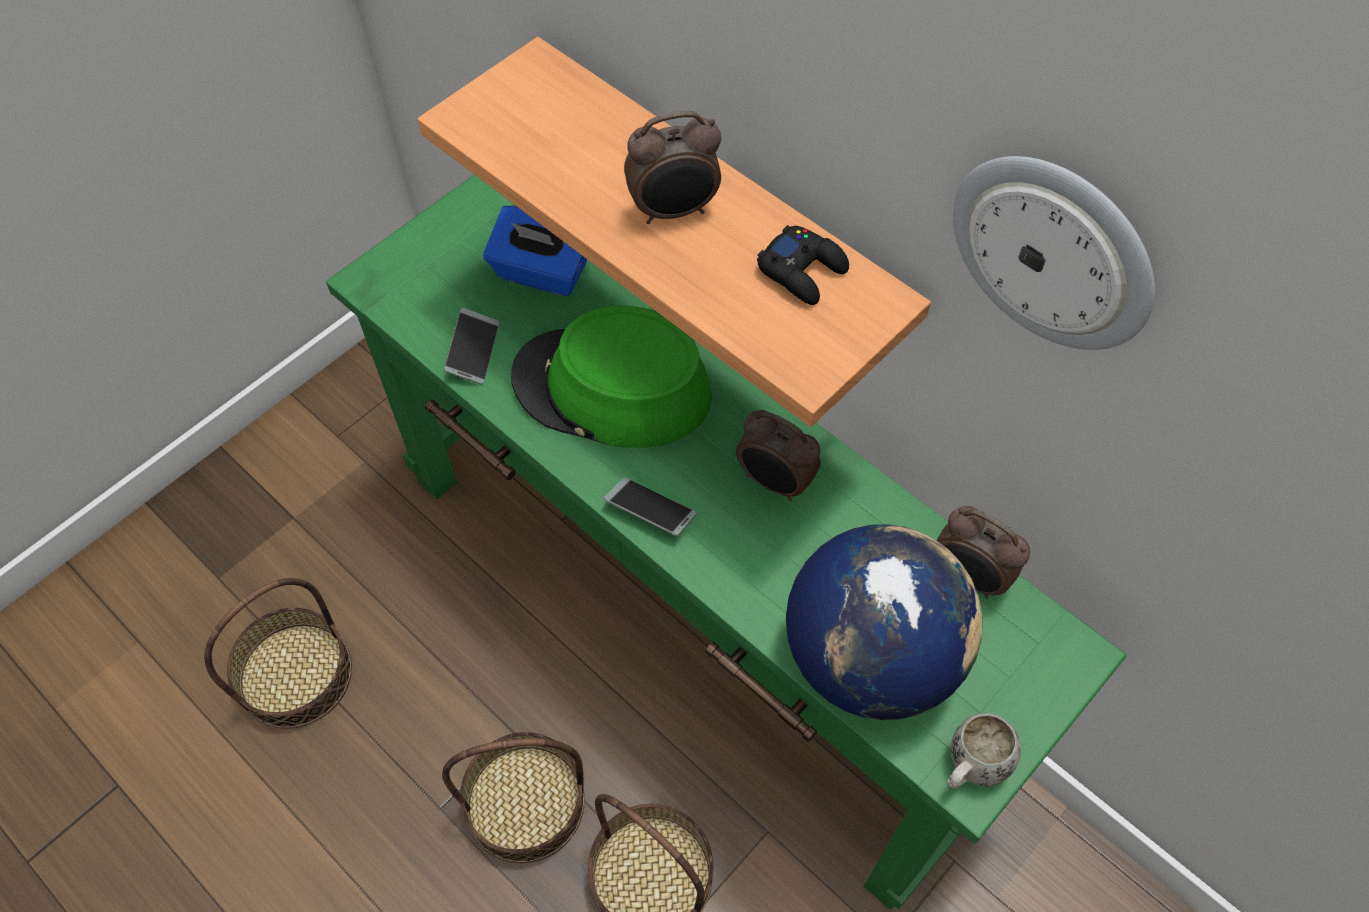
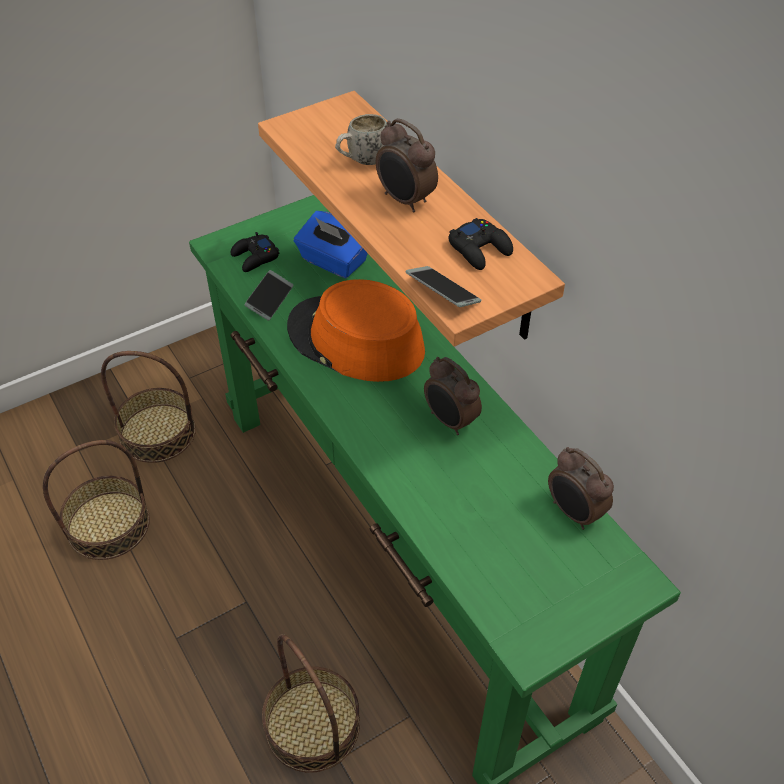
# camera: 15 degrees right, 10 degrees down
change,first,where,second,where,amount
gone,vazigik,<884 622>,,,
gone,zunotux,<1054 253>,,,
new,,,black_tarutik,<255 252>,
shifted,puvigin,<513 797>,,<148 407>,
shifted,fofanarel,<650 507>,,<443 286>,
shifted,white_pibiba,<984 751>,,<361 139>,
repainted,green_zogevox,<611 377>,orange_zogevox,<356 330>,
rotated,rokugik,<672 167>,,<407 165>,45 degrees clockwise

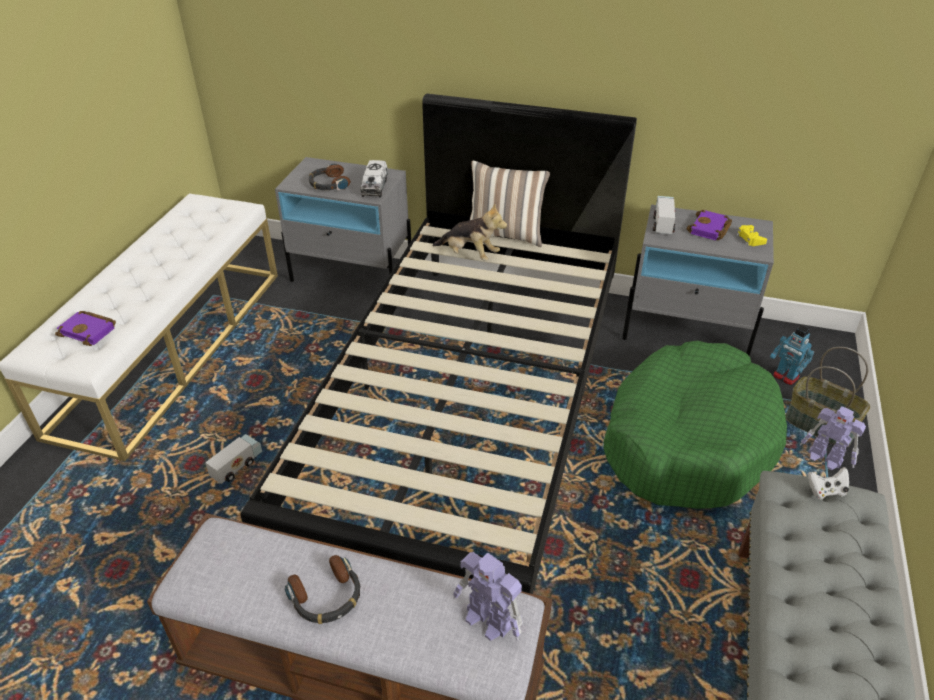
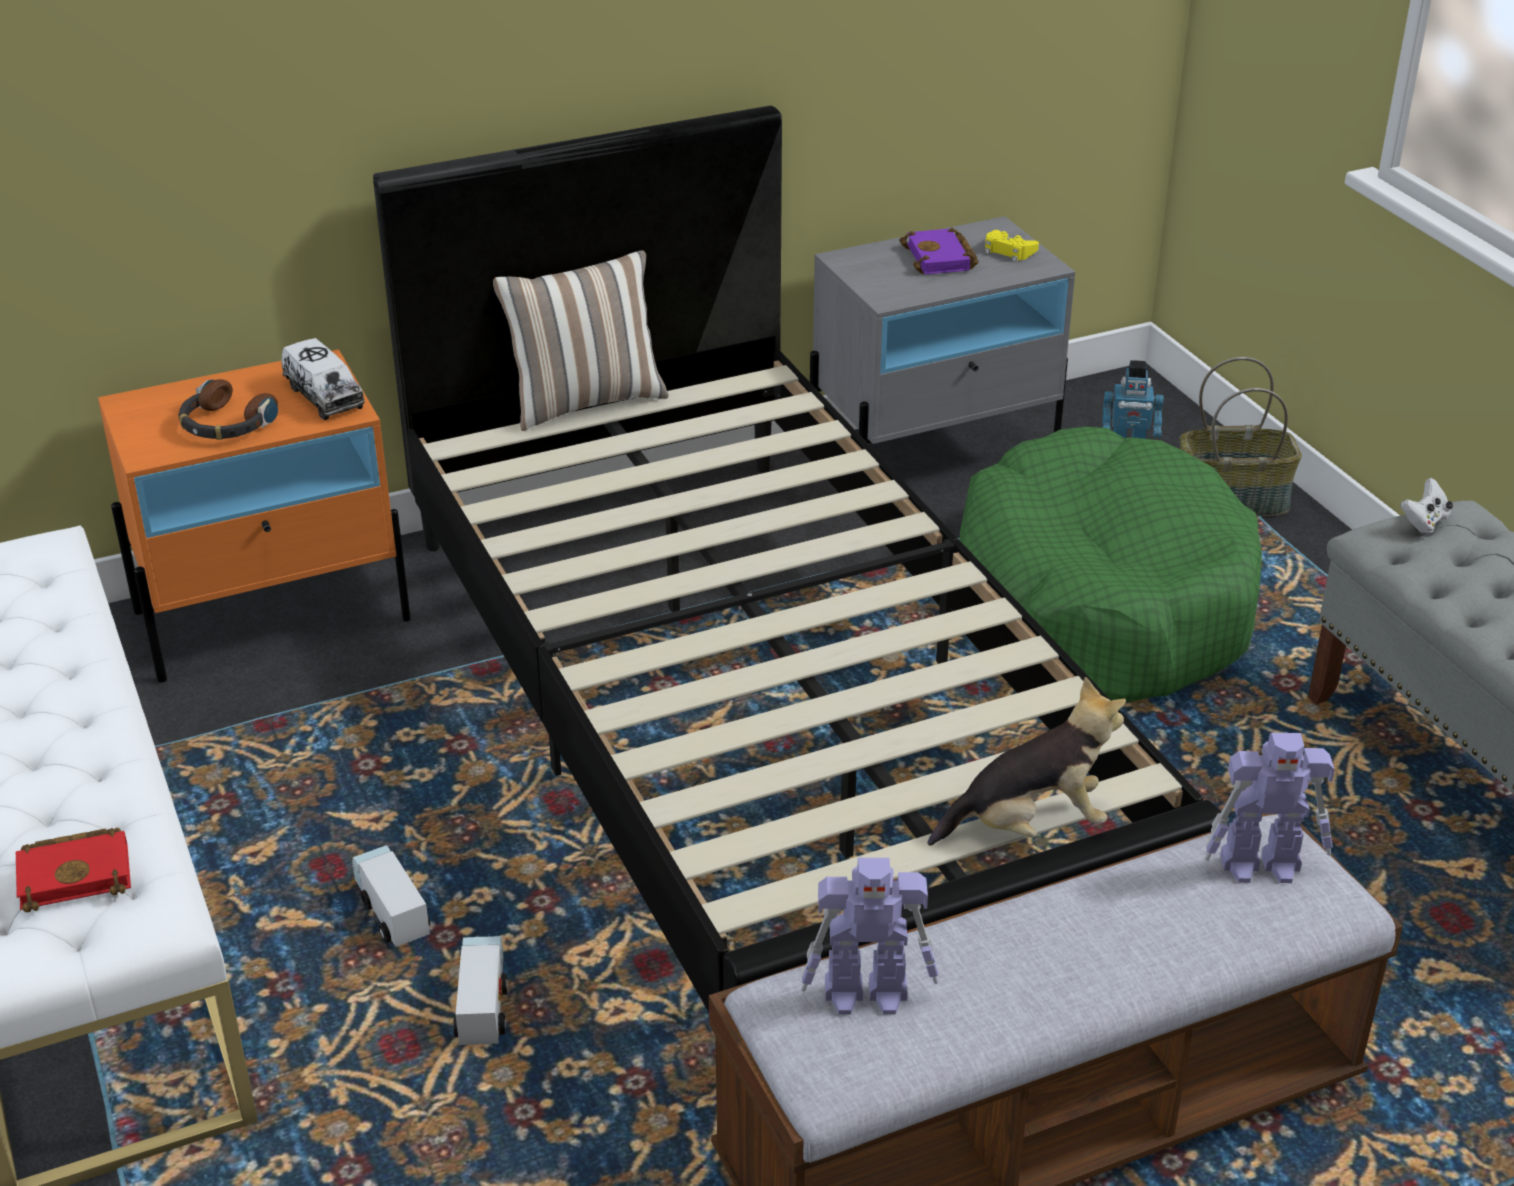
# camera: 40 degrees left, 5 degrees down
change,first,where,second,where,amount
gone,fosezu,<323 589>,,,
shifted,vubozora,<469 232>,,<1026 761>,
shifted,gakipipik,<664 215>,,<391 896>,
shifted,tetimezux,<833 438>,,<869 936>,
repainted,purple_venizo,<85 328>,red_venizo,<73 870>,
repainted,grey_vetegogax,<343 219>,orange_vetegogax,<254 516>,

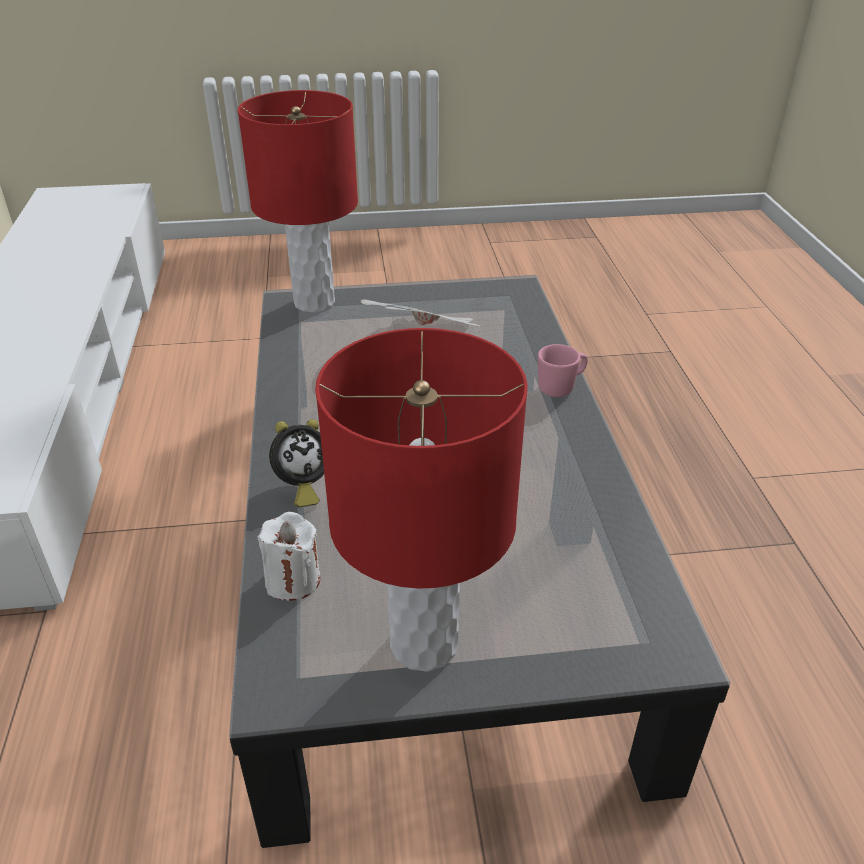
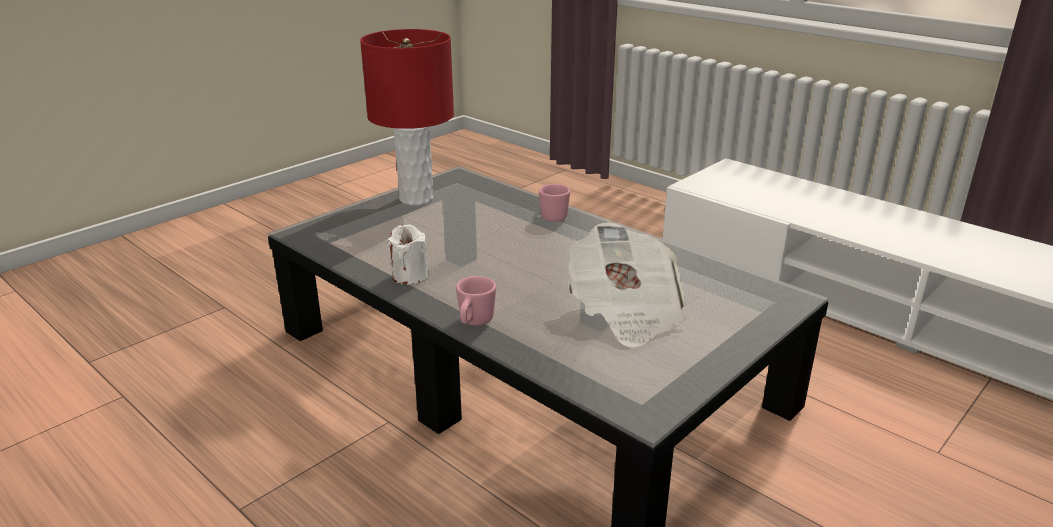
# camera: 140 degrees right, 10 degrees down
change,first,where,second,where,amount
gone,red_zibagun,<298 201>,,,
shifted,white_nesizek,<289 556>,,<408 255>,
swapped,rokugik,<296 463>,pink_pibiba,<554 203>,

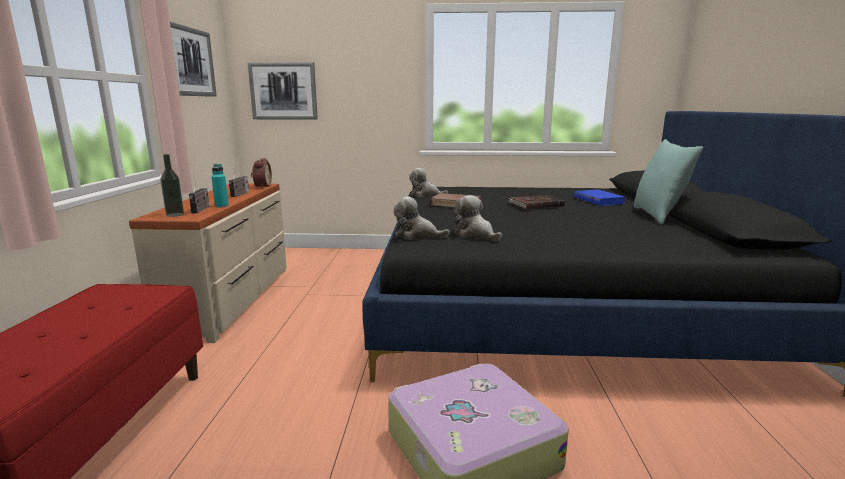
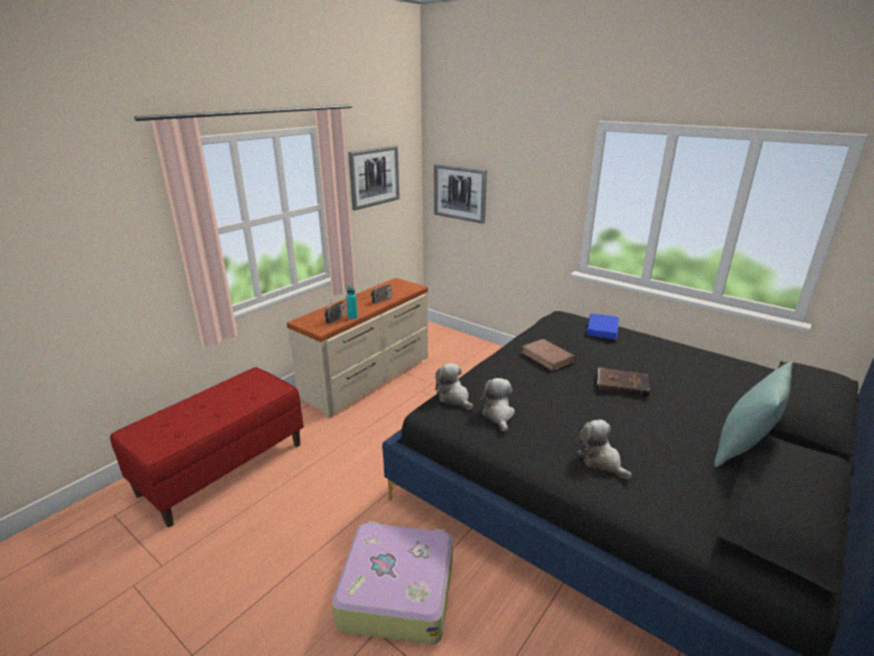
# camera: 35 degrees right, 10 degrees up
change,first,where,second,where,amount
gone,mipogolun,<172 185>,,,
gone,rokugik,<261 173>,,,
shifted,vubozora,<428 182>,,<605 449>,
shifted,blue_venizo,<600 198>,,<602 326>,

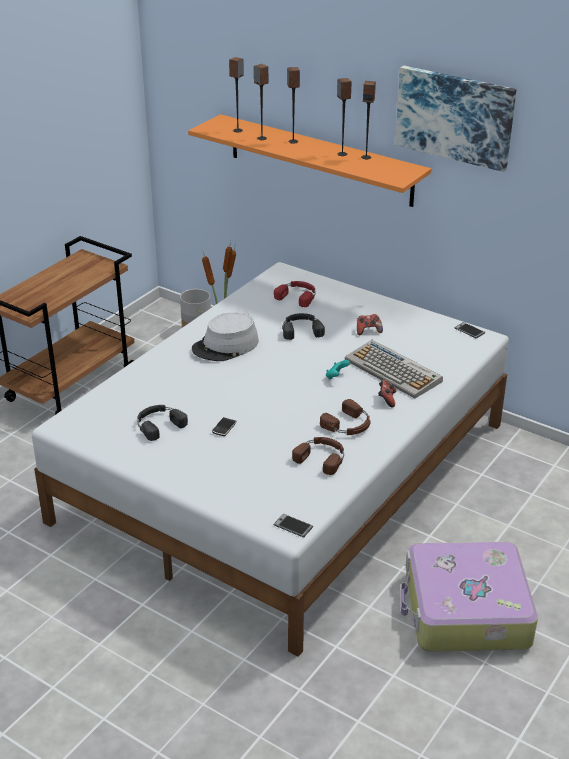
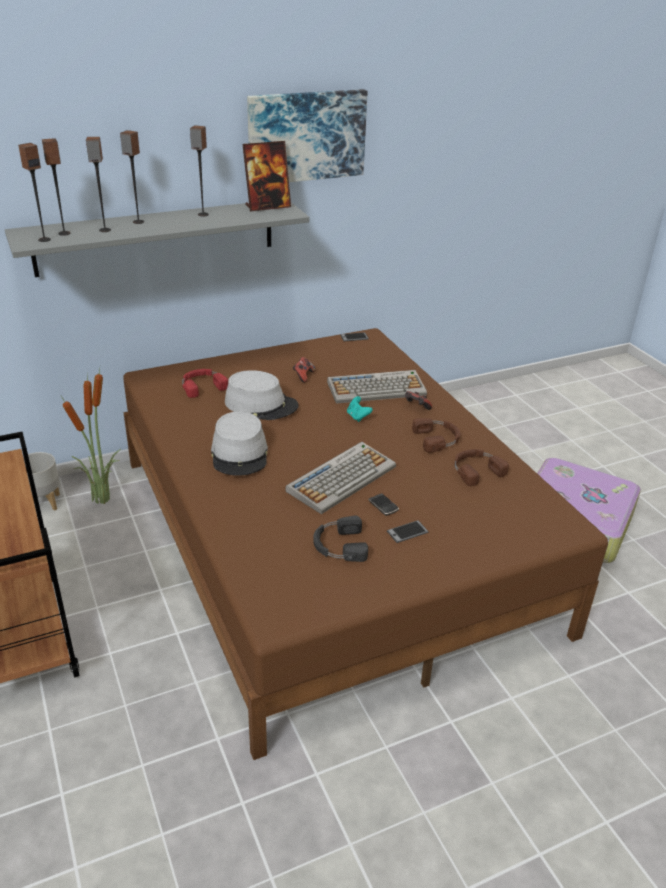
# camera: 60 degrees left, 0 degrees up
change,first,where,second,where,amount
new,,,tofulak,<267 176>,
new,,,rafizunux,<340 478>,
shifted,fofanarel,<293 526>,,<407 531>,
shifted,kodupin,<368 120>,,<34 192>,
swapped,black_fosezu,<303 326>,grey_zogevox,<262 395>,
repainted,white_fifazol,<270 459>,brown_fifazol,<365 544>,
repainted,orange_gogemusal,<309 160>,grey_gogemusal,<157 240>,

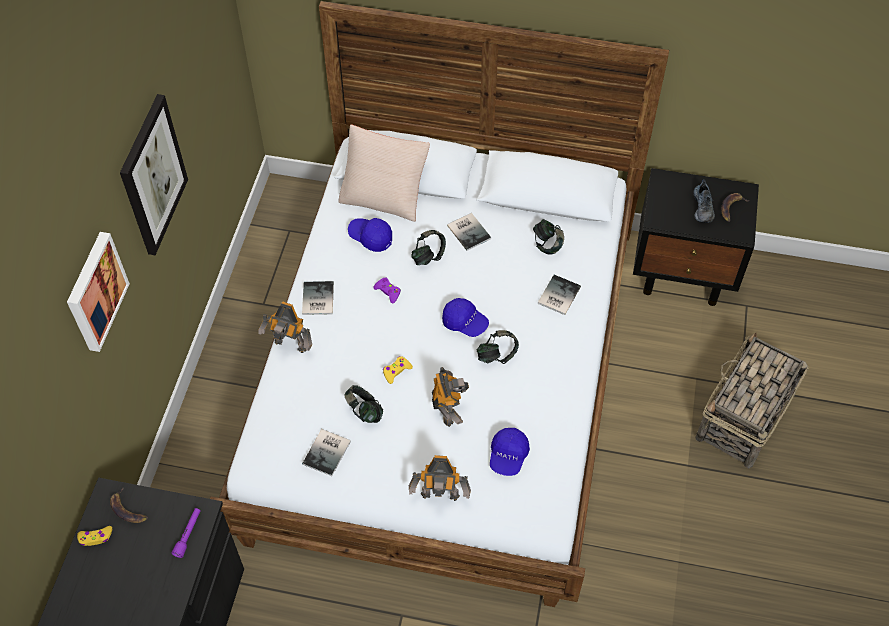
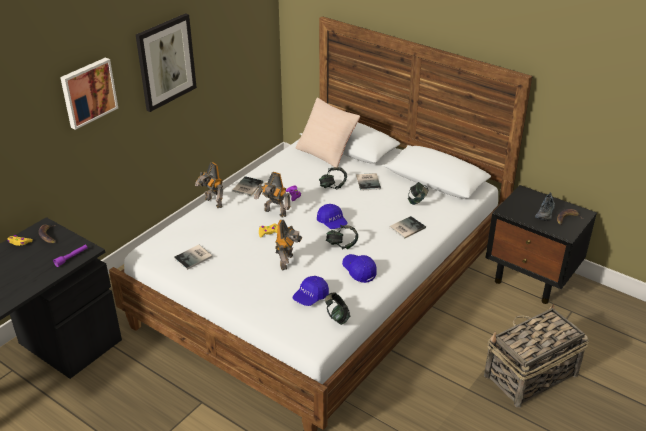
# camera: 25 degrees right, 20 degrees down
change,first,where,second,where,amount
shifted,fosezu,<364 404>,,<337 308>,
shifted,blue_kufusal,<370 235>,,<359 268>,
shifted,tetimezux,<440 478>,,<272 194>,

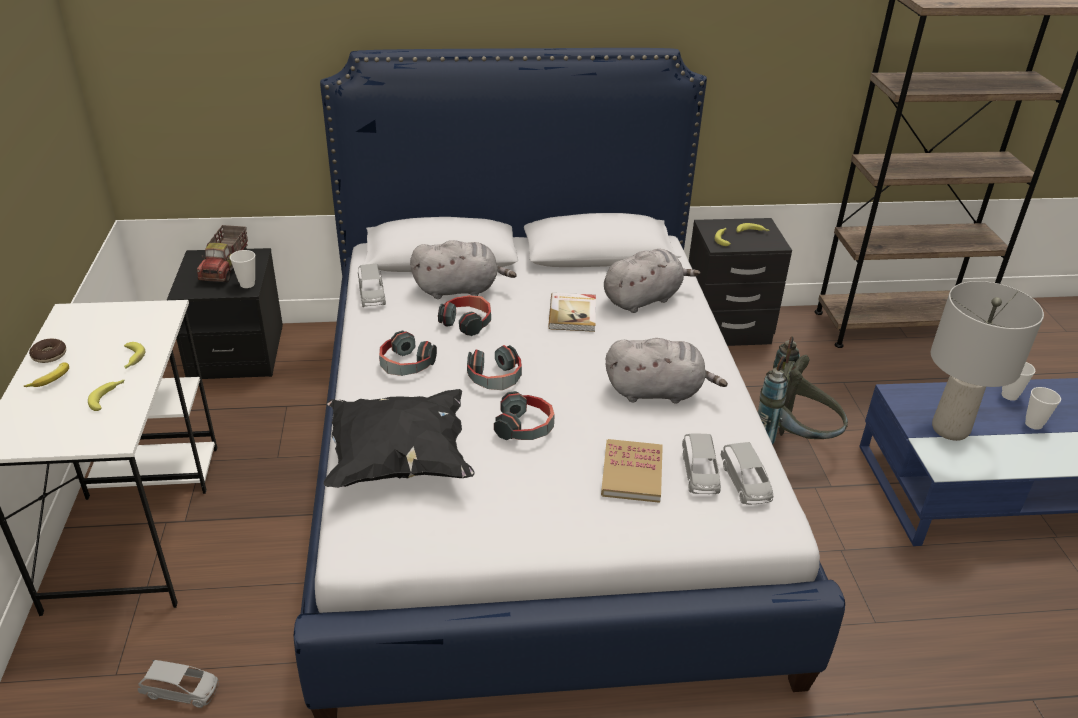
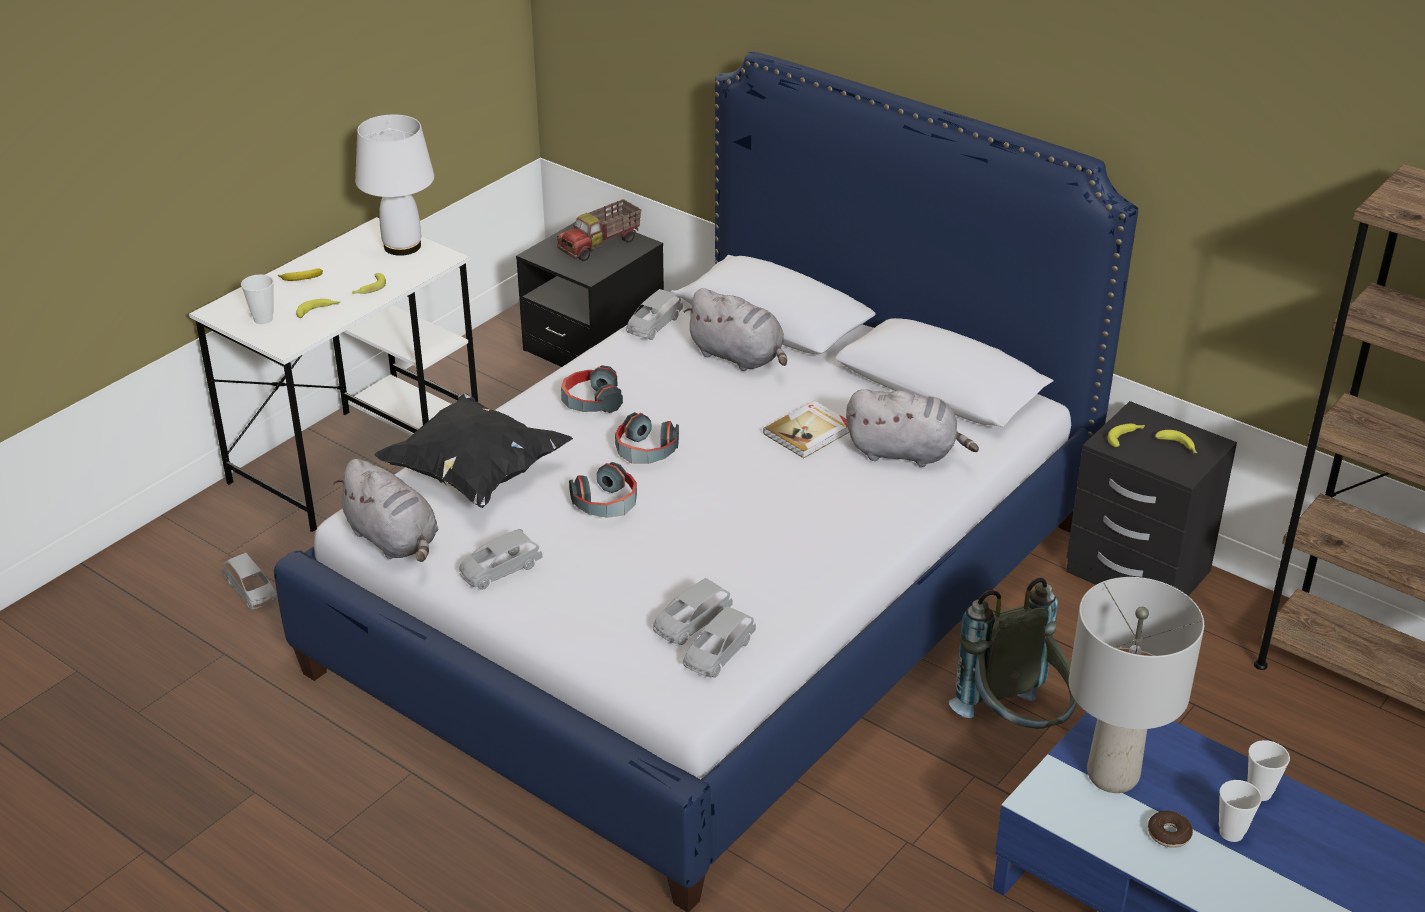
# camera: 45 degrees right, 0 degrees up
change,first,where,second,where,amount
gone,fosezu,<464 315>,,,
gone,venizo,<632 471>,,,
new,,,white_zibagun,<394 185>,
new,,,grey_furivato,<500 559>,
shifted,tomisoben,<47 351>,,<1170 829>,
shifted,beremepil,<242 269>,,<257 299>,
shifted,grey_vubozora,<667 371>,,<386 510>,

